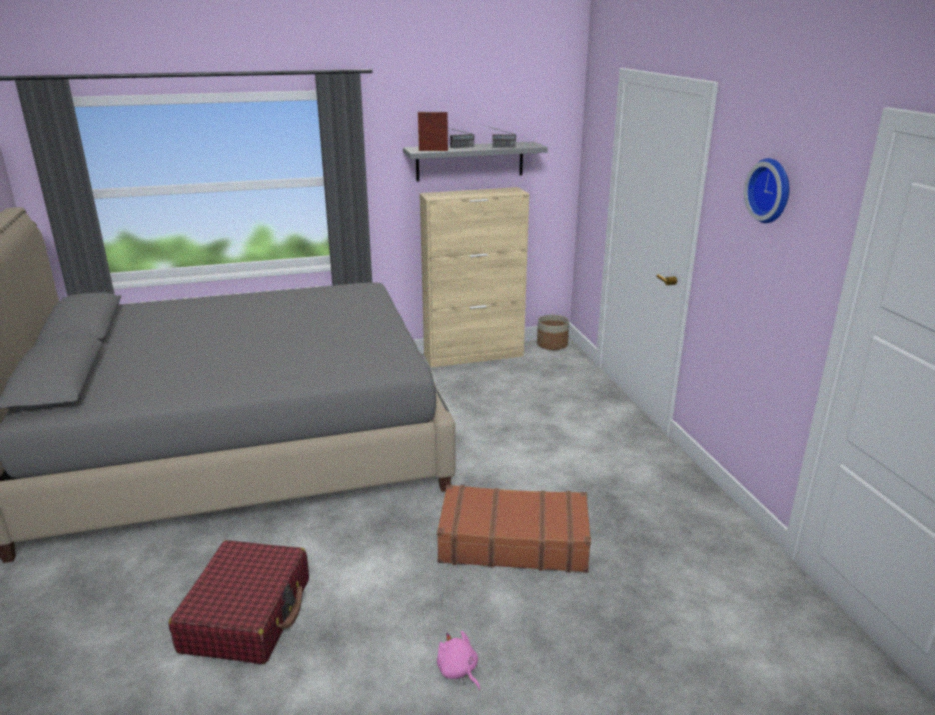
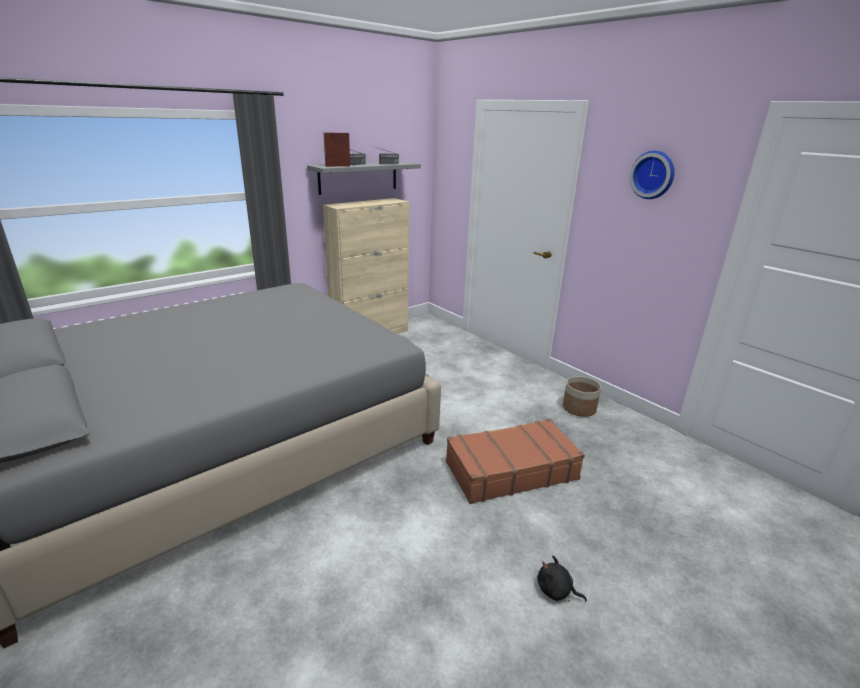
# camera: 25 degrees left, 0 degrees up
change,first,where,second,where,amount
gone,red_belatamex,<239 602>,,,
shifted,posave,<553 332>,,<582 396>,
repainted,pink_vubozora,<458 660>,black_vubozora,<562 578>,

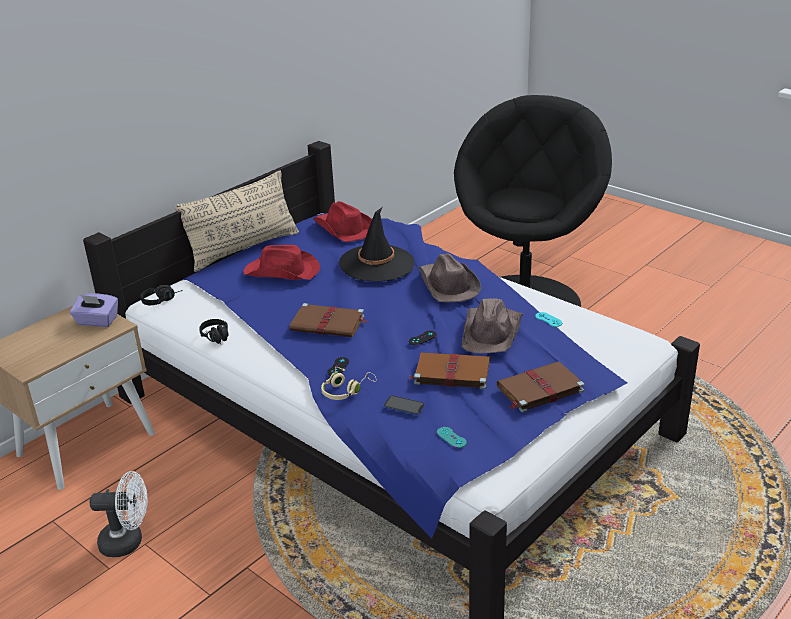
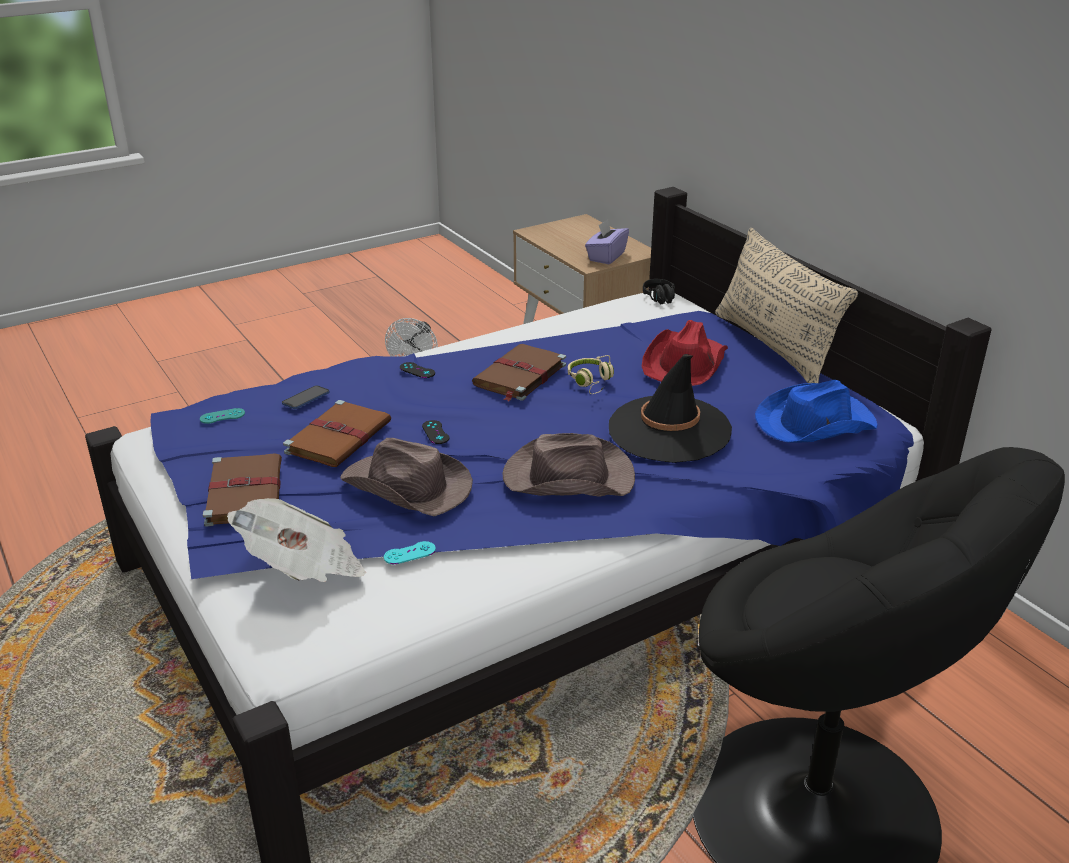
# camera: 105 degrees right, 0 degrees up
change,first,where,second,where,amount
gone,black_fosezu,<214 331>,,,
new,,,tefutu,<296 540>,
shifted,beige_fosezu,<349 383>,,<591 374>,
repainted,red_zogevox,<342 221>,blue_zogevox,<816 411>,

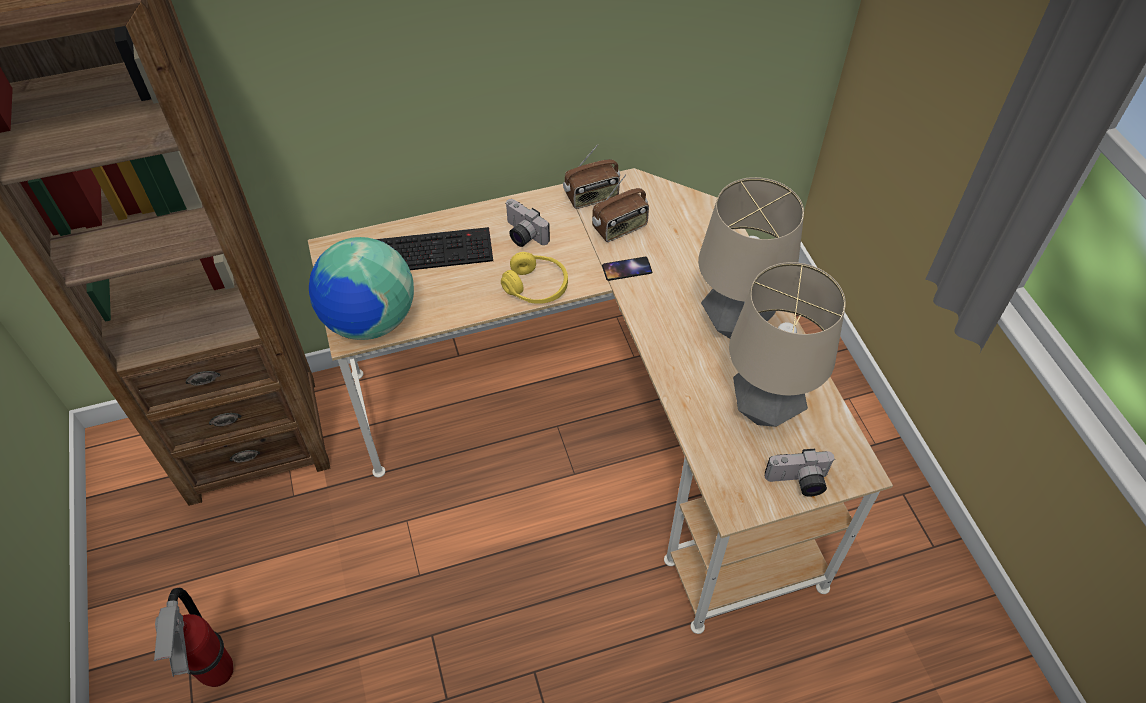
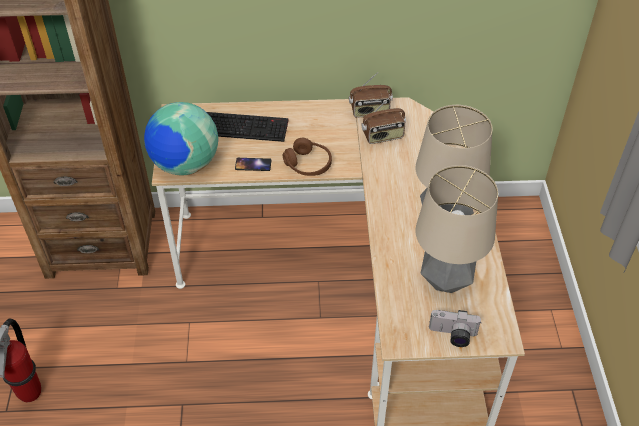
# camera: 15 degrees right, 5 degrees down
change,first,where,second,where,amount
gone,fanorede,<527 223>,,,
shifted,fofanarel,<627 269>,,<253 164>,
repainted,yellow_fosezu,<534 278>,brown_fosezu,<307 157>,

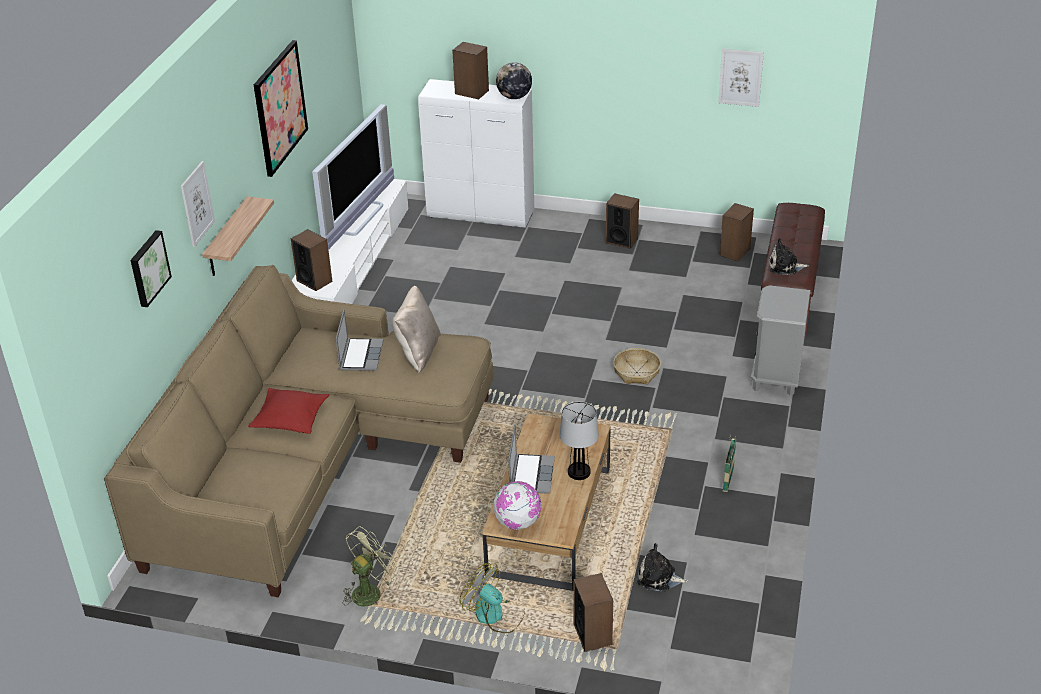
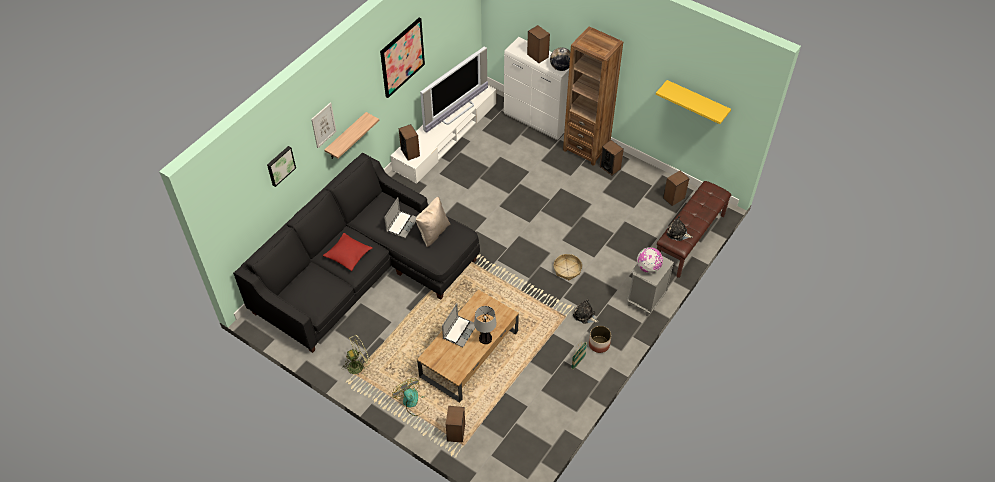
# camera: 20 degrees right, 15 degrees up
change,first,where,second,where,amount
new,,,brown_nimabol,<593 96>,
new,,,posave,<600 339>,
shifted,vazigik,<517 505>,,<650 260>,
shifted,vubozora,<662 567>,,<586 311>,
swapped,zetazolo,<741 78>,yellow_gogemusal,<693 102>,
repainted,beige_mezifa,<298 431>,black_mezifa,<356 253>,

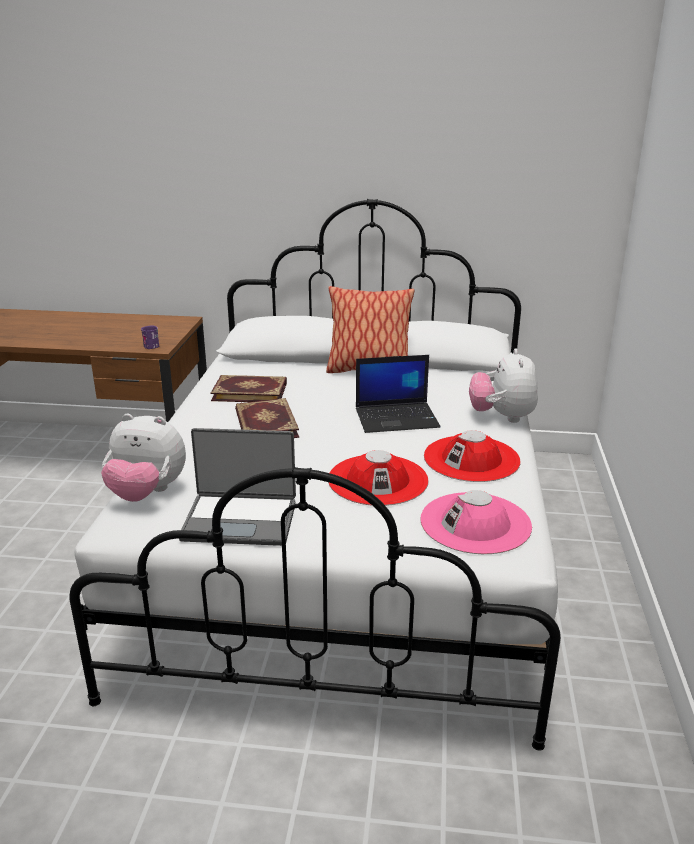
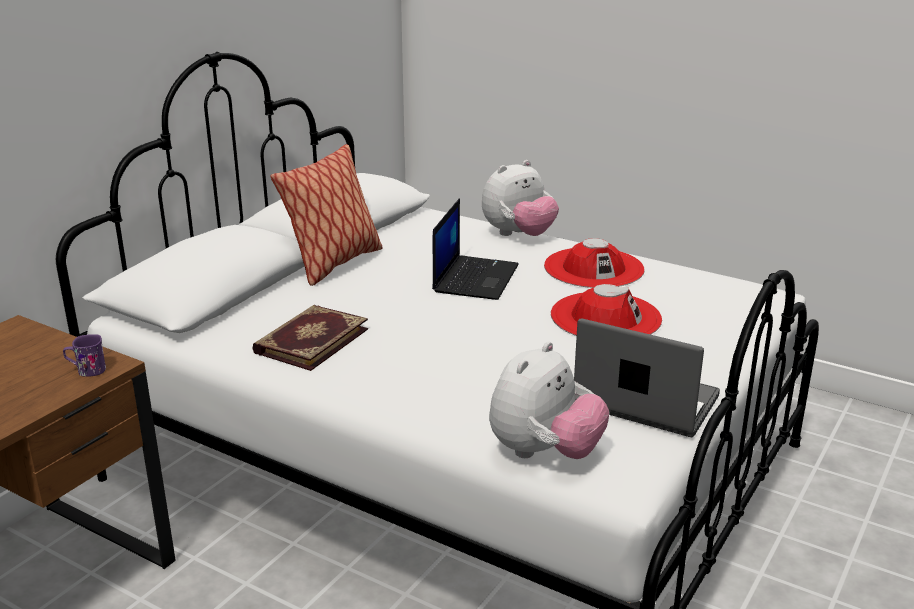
# camera: 65 degrees left, 0 degrees up
change,first,where,second,where,amount
gone,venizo,<267 418>,,,
gone,pink_zogevox,<476 522>,,,
rotated,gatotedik,<237 487>,,<647 377>,90 degrees counterclockwise
rotated,vubozora,<503 386>,,<520 198>,60 degrees counterclockwise

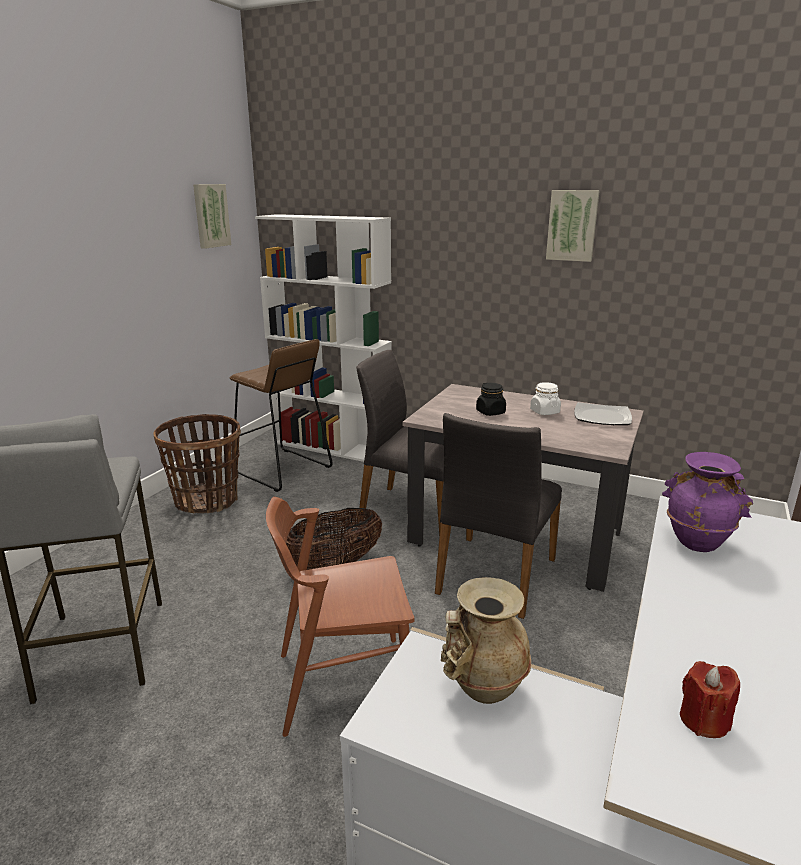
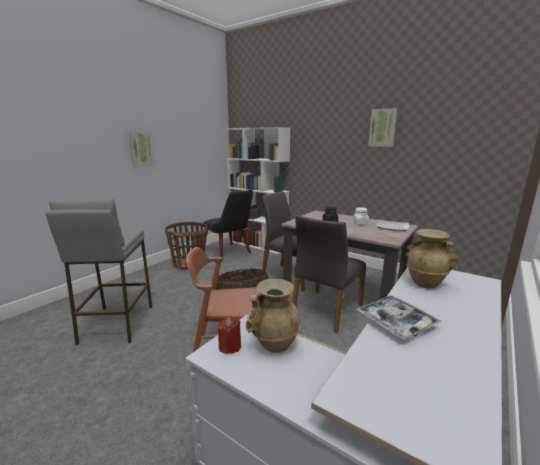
# camera: 10 degrees right, 5 degrees down
change,first,where,second,where,amount
new,,,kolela,<399 317>,
shifted,zetazolo,<212 216>,,<141 149>,
shifted,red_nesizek,<710 699>,,<229 335>,
swapped,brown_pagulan,<281 415>,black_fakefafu,<228 225>,
repainted,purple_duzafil,<707 502>,beige_duzafil,<432 259>,

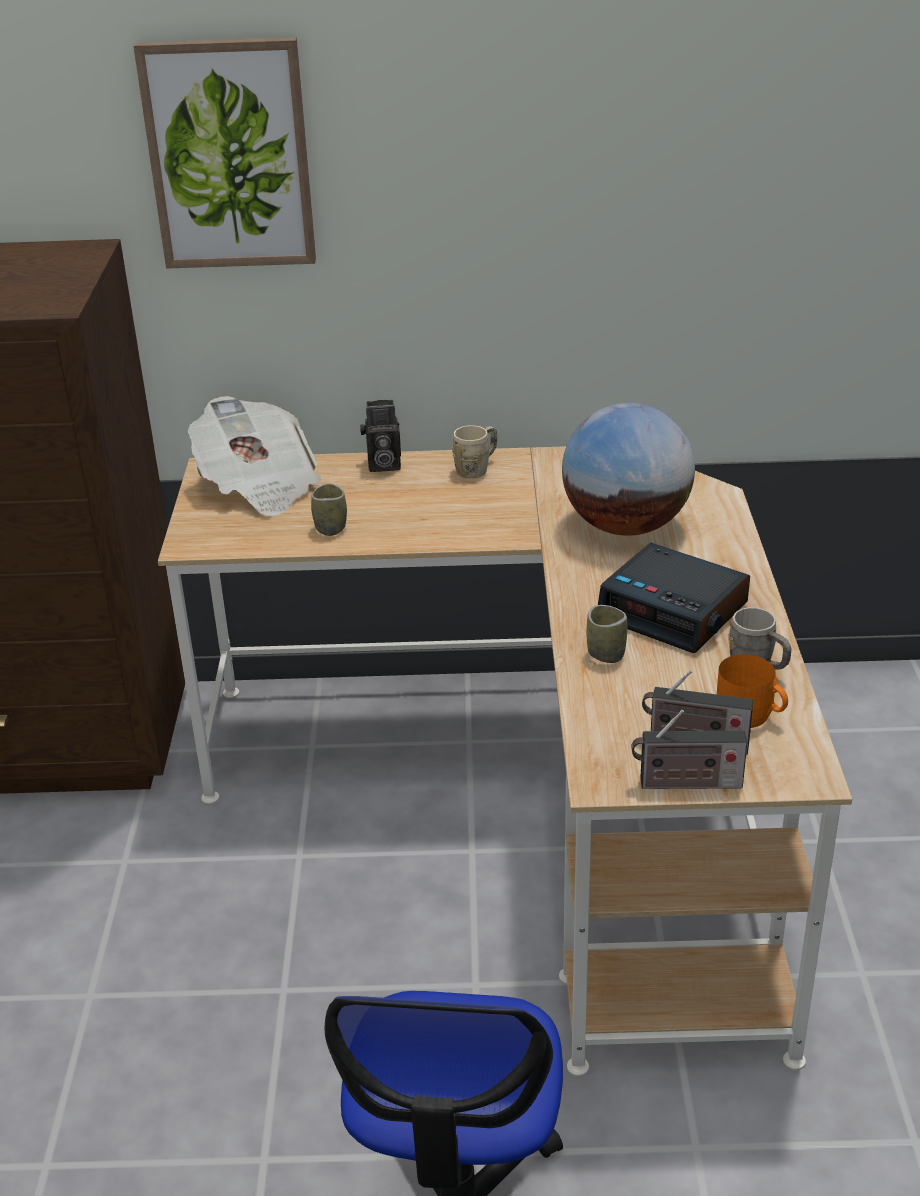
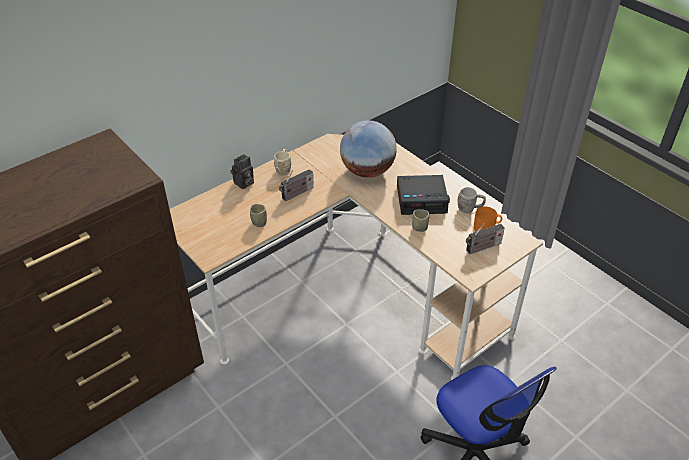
# camera: 40 degrees left, 10 degrees up
change,first,where,second,where,amount
gone,zetazolo,<225 153>,,,
gone,tefutu,<254 456>,,,
shifted,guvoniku,<689 749>,,<296 185>,

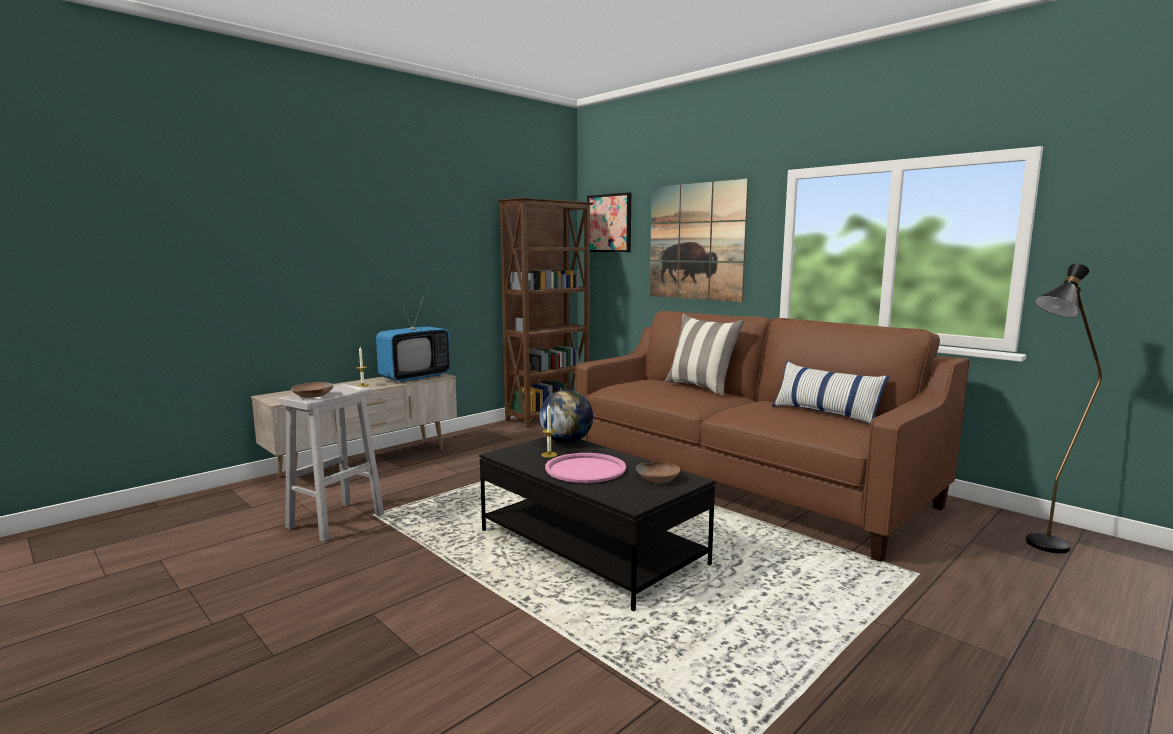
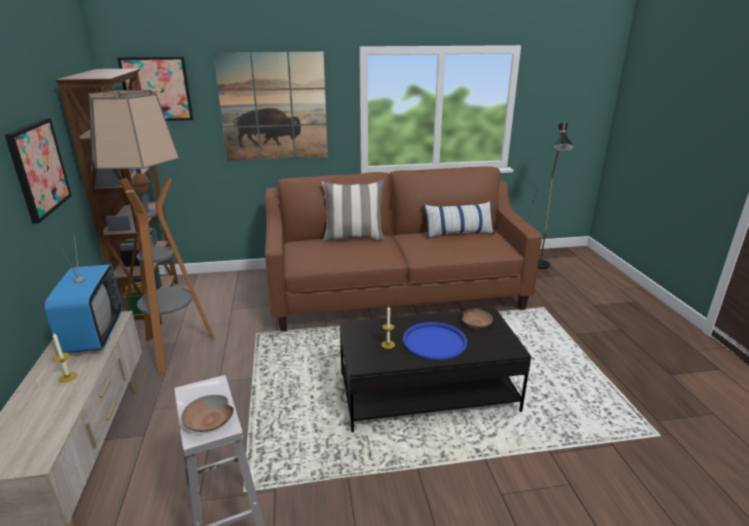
# camera: 55 degrees left, 15 degrees up
change,first,where,second,where,amount
gone,vazigik,<566 416>,,,
new,,,zetazolo,<38 171>,
new,,,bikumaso,<151 231>,
repainted,pink_kolela,<585 468>,blue_kolela,<435 341>,

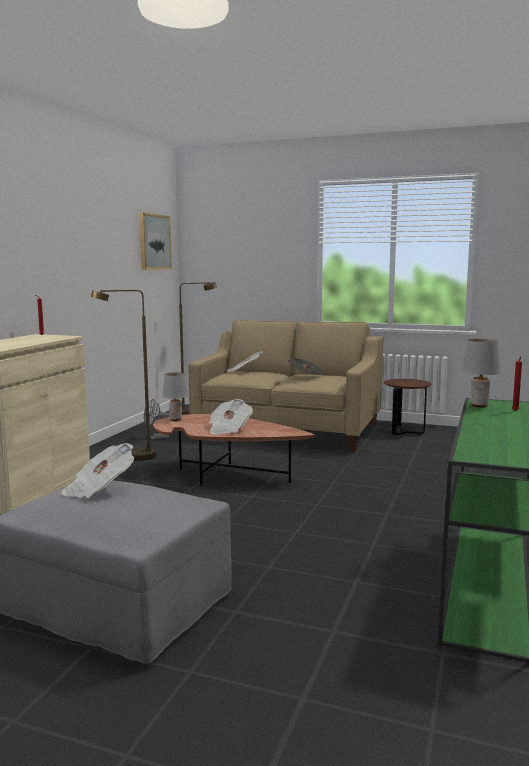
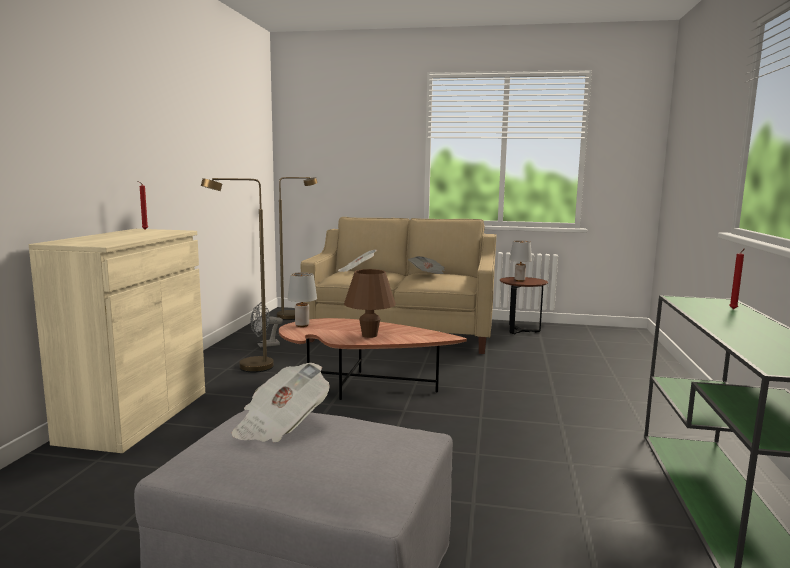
# camera: 10 degrees left, 0 degrees up
change,first,where,second,where,amount
gone,zetazolo,<155 241>,,,
shifted,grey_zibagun,<481 373>,,<520 261>,
swapped,tefutu,<231 417>,brown_zibagun,<370 303>,

